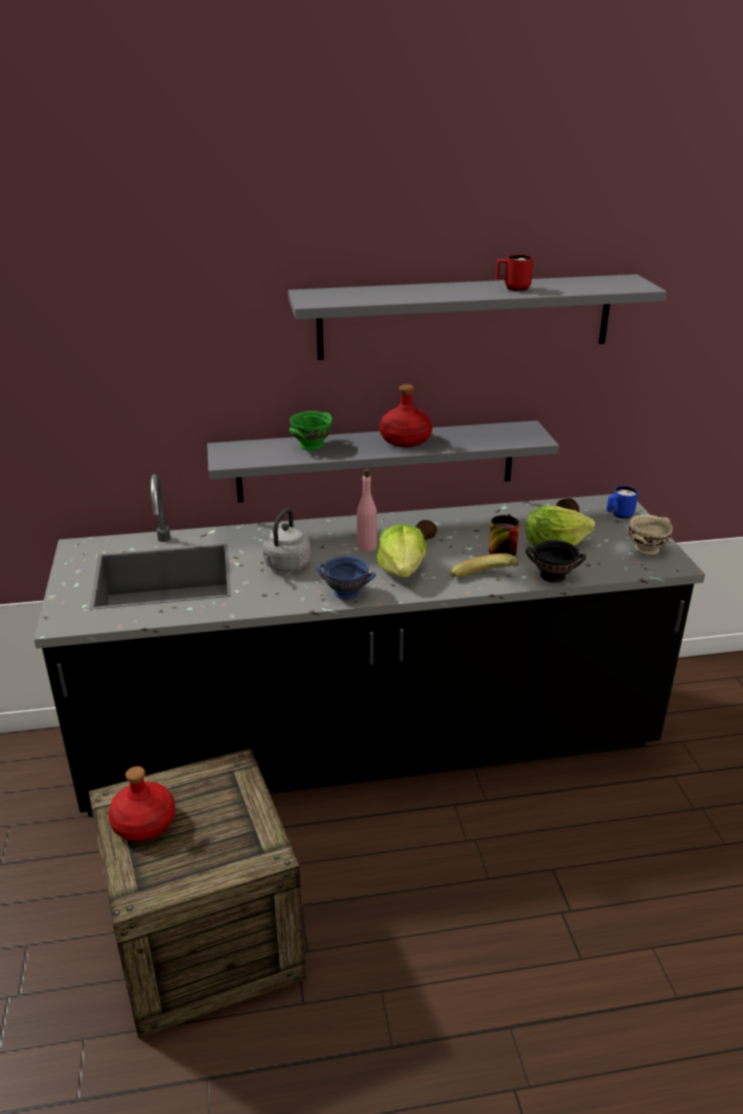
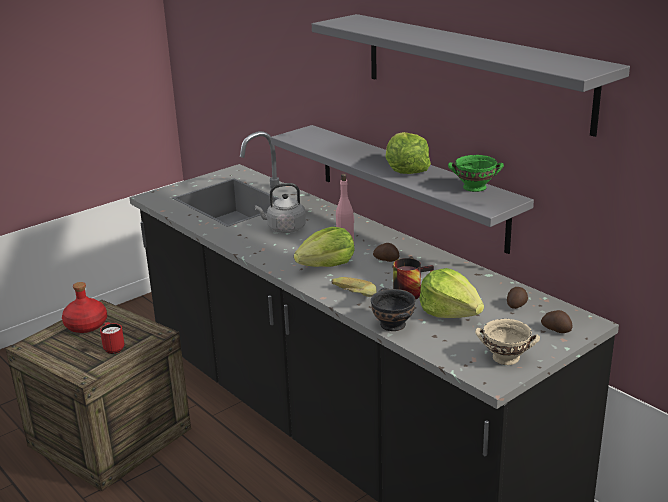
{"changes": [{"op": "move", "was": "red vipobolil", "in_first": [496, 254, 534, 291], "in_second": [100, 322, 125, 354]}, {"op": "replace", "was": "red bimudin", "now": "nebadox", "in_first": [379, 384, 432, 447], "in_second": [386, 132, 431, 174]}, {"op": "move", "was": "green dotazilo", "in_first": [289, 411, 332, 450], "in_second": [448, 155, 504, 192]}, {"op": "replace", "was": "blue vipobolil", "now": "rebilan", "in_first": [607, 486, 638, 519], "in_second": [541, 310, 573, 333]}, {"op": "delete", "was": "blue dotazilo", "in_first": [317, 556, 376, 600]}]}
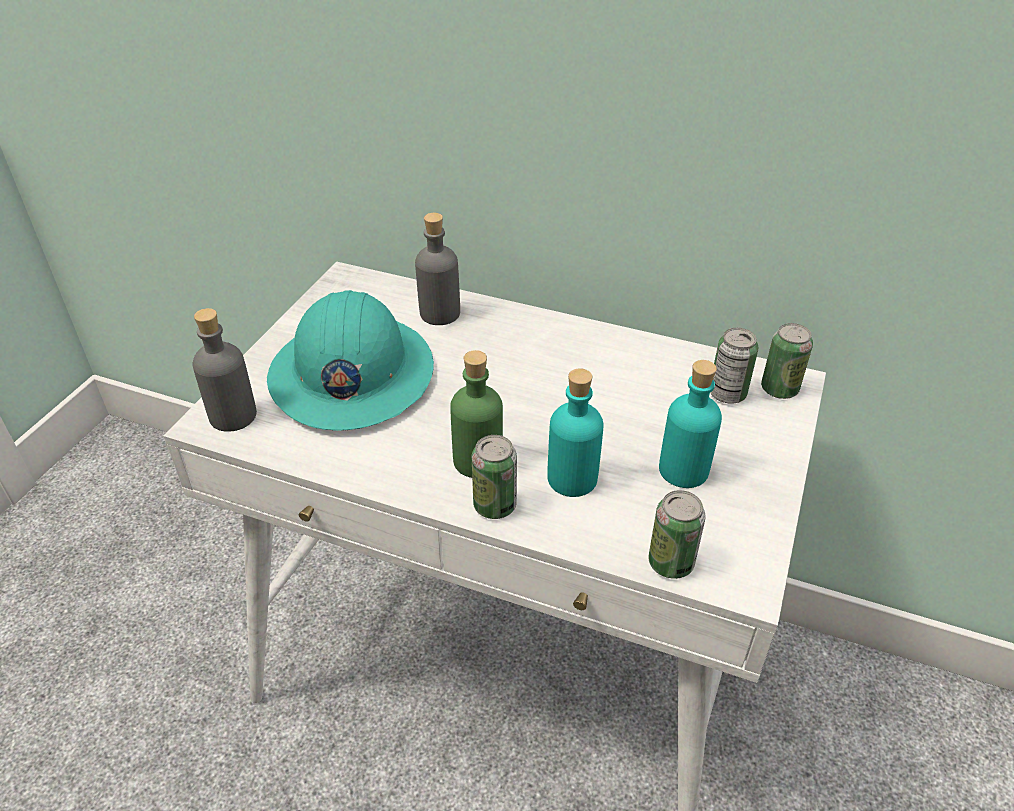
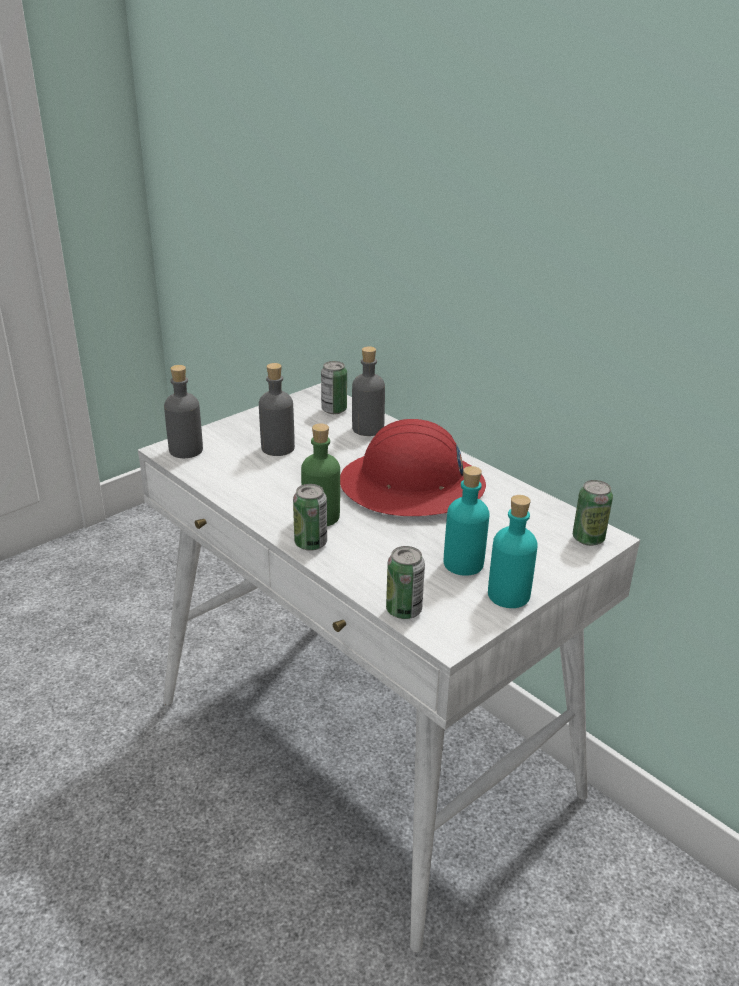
{"changes": [{"op": "replace", "was": "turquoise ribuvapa", "now": "grey bimudin", "in_first": [267, 290, 434, 431], "in_second": [259, 363, 295, 456]}, {"op": "move", "was": "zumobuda", "in_first": [710, 328, 758, 404], "in_second": [321, 361, 347, 414]}, {"op": "insert", "now": "red ribuvapa", "in_second": [340, 419, 486, 516]}, {"op": "move", "was": "turquoise bimudin", "in_first": [547, 368, 604, 497], "in_second": [488, 495, 538, 608]}]}
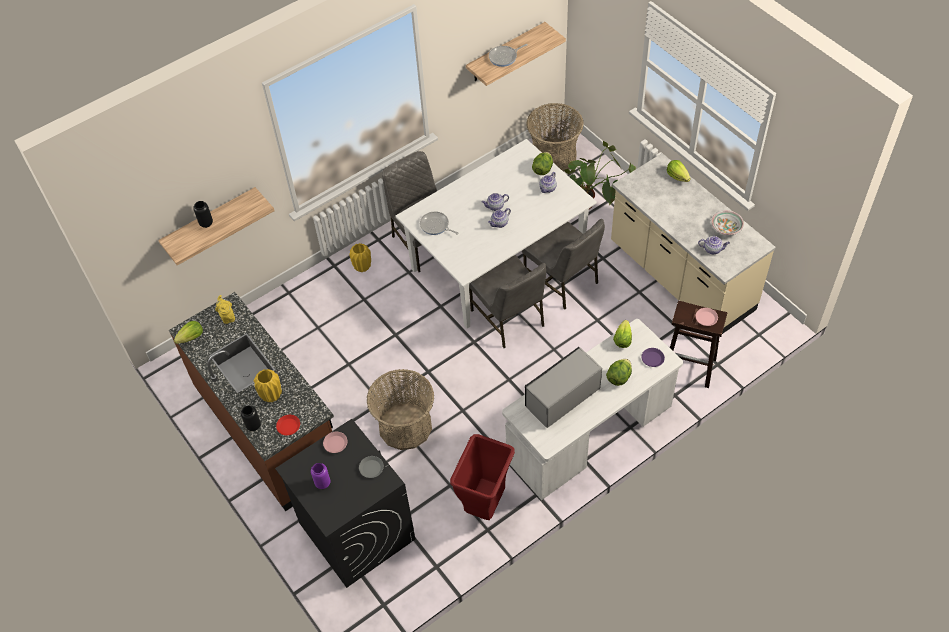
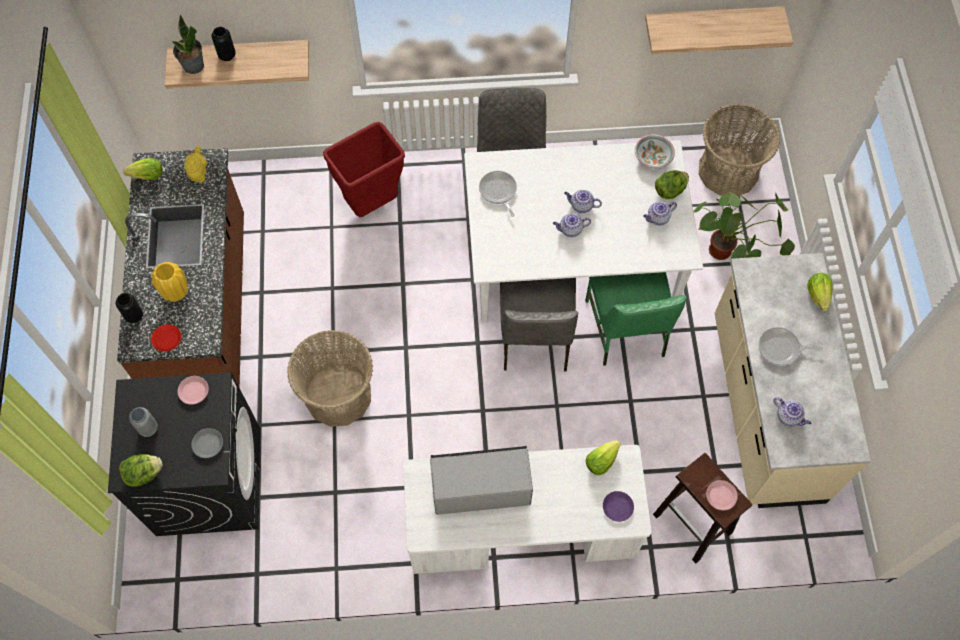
{"changes": [{"op": "move", "was": "nebadox", "in_first": [606, 359, 632, 386], "in_second": [119, 454, 163, 487]}, {"op": "recolor", "was": "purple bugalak", "now": "grey bugalak", "in_first": [311, 463, 330, 489], "in_second": [129, 407, 158, 437]}, {"op": "insert", "now": "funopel", "in_second": [172, 15, 204, 74]}, {"op": "move", "was": "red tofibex", "in_first": [450, 434, 515, 520], "in_second": [323, 122, 405, 217]}, {"op": "recolor", "was": "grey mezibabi", "now": "green mezibabi", "in_first": [522, 219, 605, 309], "in_second": [585, 272, 687, 366]}, {"op": "move", "was": "dotazilo", "in_first": [711, 210, 744, 235], "in_second": [635, 135, 675, 168]}, {"op": "move", "was": "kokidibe", "in_first": [489, 44, 528, 67], "in_second": [759, 327, 823, 366]}, {"op": "delete", "was": "yellow bugalak", "in_first": [349, 243, 371, 272]}]}
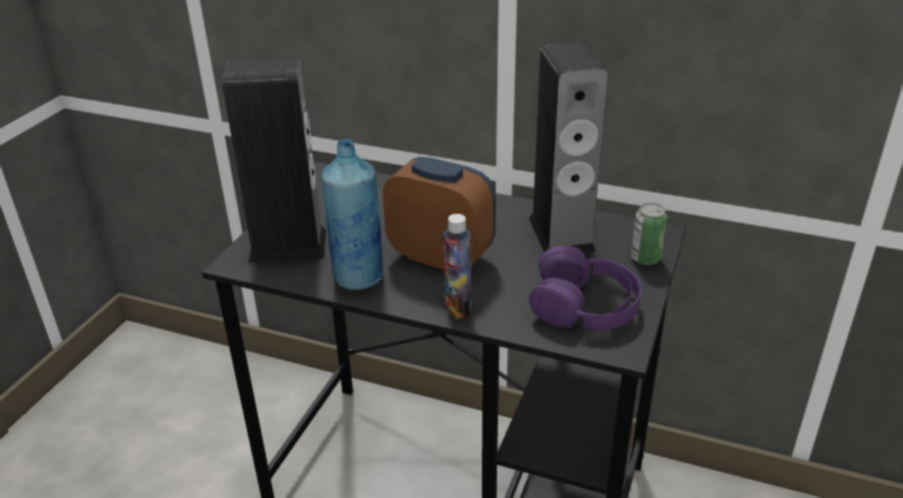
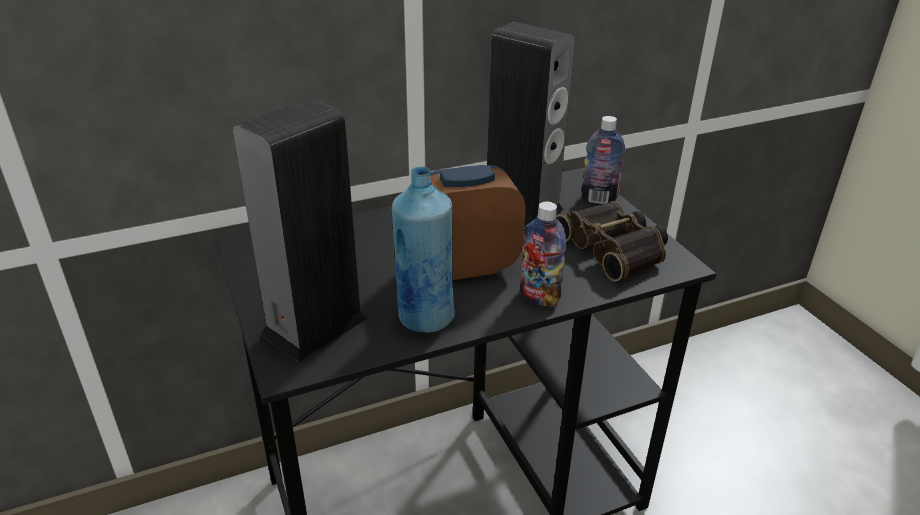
{"changes": [{"op": "replace", "was": "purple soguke", "now": "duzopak", "in_first": [529, 246, 641, 330], "in_second": [557, 201, 668, 282]}, {"op": "replace", "was": "zumobuda", "now": "bimudin", "in_first": [631, 203, 667, 265], "in_second": [581, 116, 625, 204]}]}
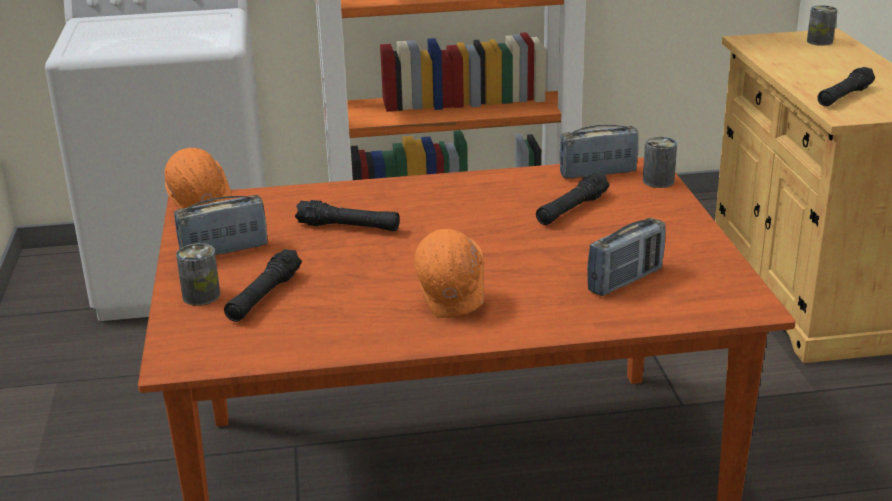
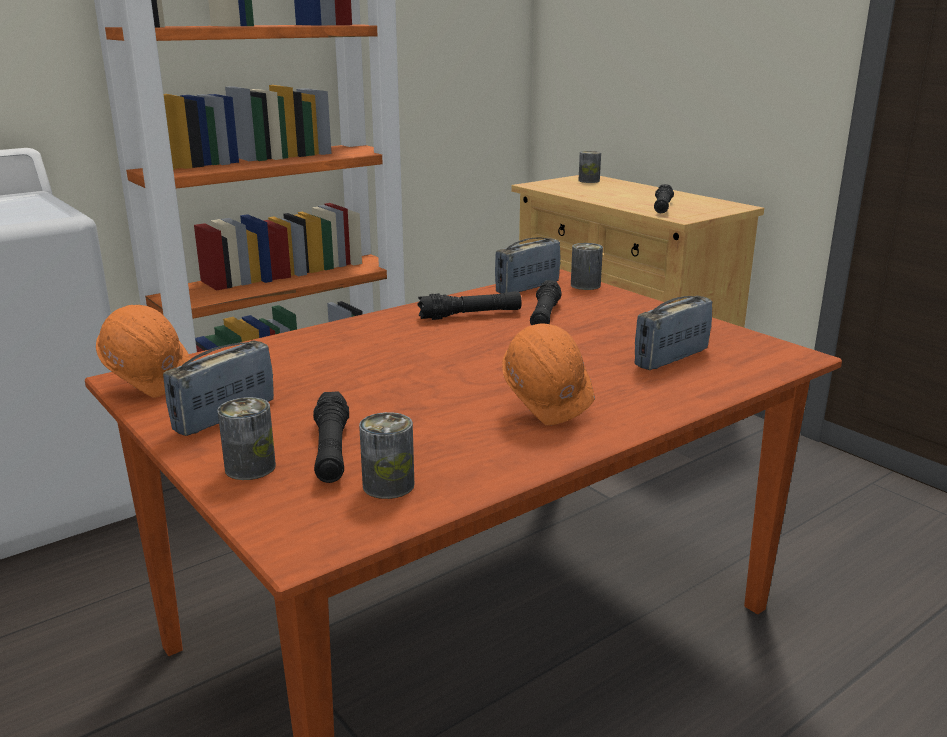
{"changes": [{"op": "insert", "now": "zumobuda", "in_second": [359, 412, 414, 499]}, {"op": "move", "was": "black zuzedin", "in_first": [295, 200, 400, 231], "in_second": [418, 291, 522, 320]}, {"op": "rotate", "was": "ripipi", "in_first": [587, 218, 666, 296], "in_second": [635, 296, 712, 370], "clockwise": -150}]}
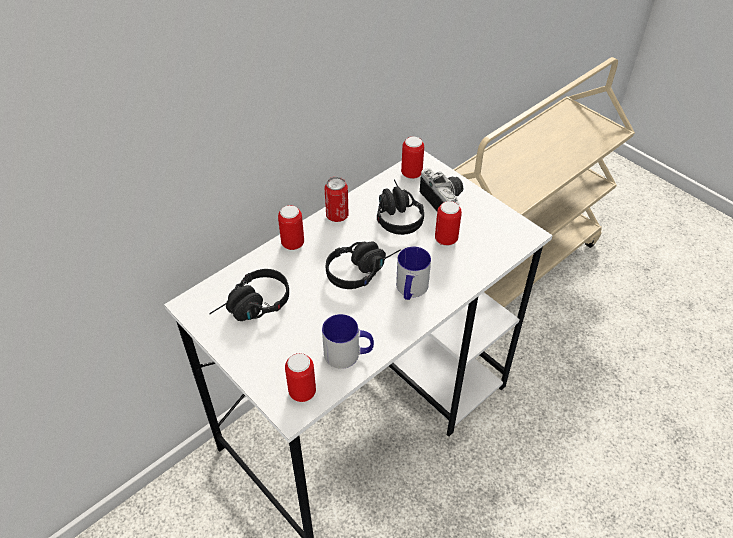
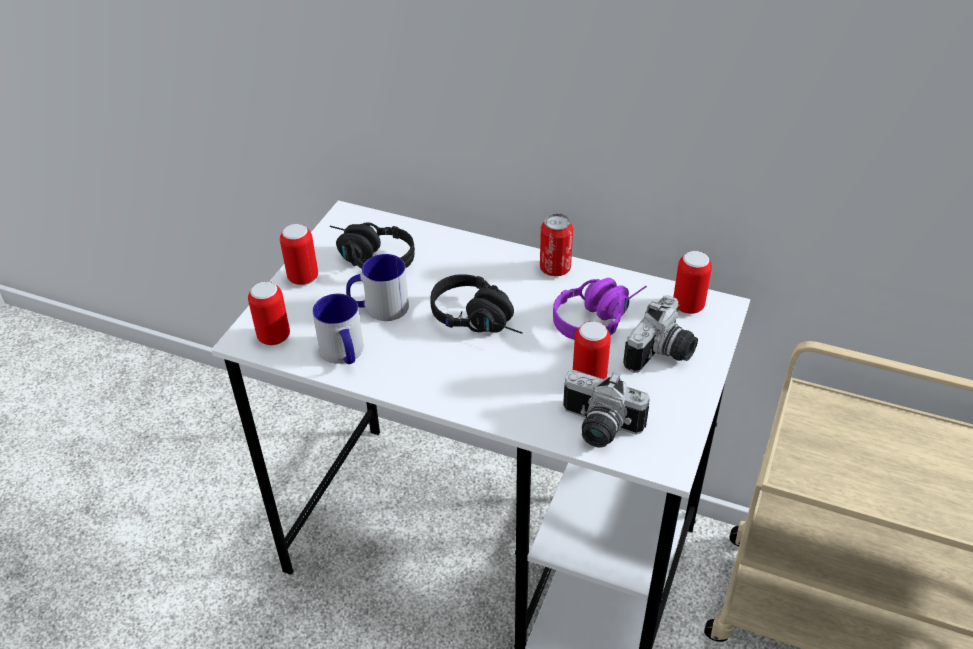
{"changes": [{"op": "move", "was": "zumobuda", "in_first": [278, 205, 304, 250], "in_second": [280, 224, 318, 285]}, {"op": "move", "was": "vipobolil", "in_first": [396, 246, 431, 300], "in_second": [346, 254, 409, 321]}, {"op": "recolor", "was": "black soguke", "now": "purple soguke", "in_first": [377, 179, 424, 235], "in_second": [553, 278, 647, 340]}, {"op": "insert", "now": "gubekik", "in_second": [563, 370, 650, 448]}]}
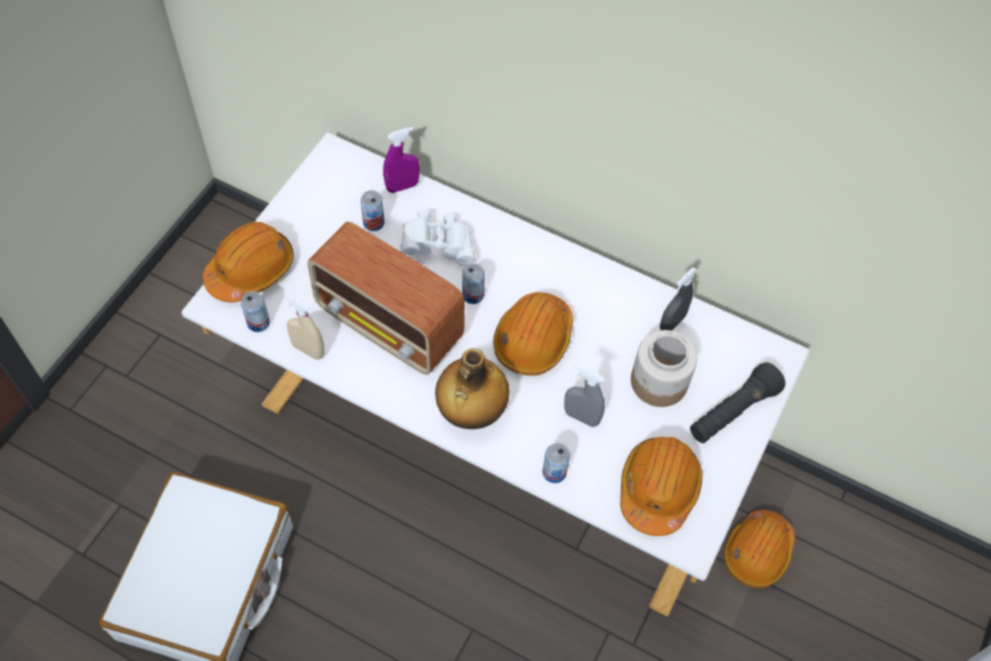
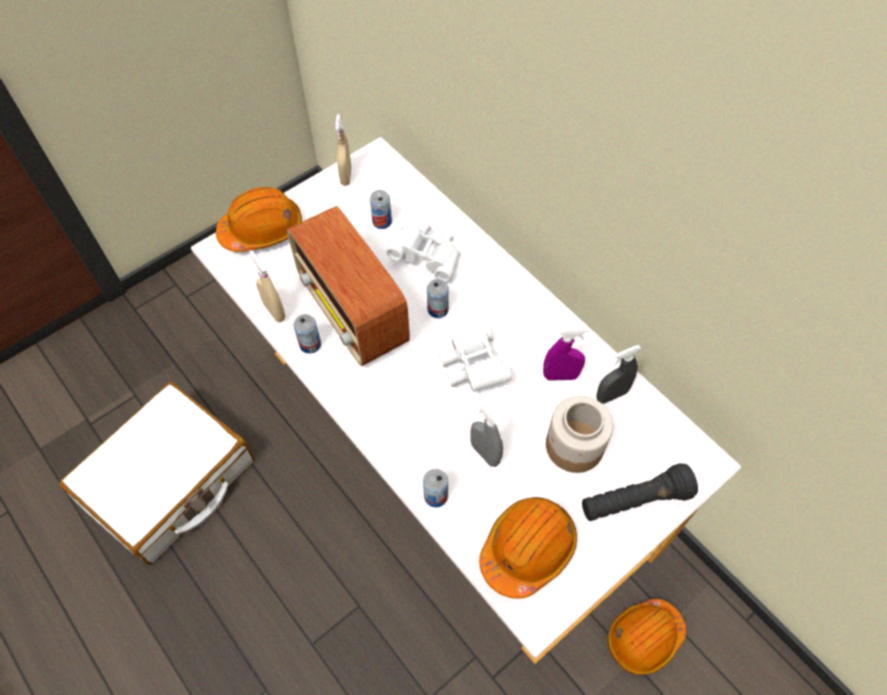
{"changes": [{"op": "move", "was": "zumobuda", "in_first": [241, 291, 270, 332], "in_second": [293, 314, 321, 354]}, {"op": "insert", "now": "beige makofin", "in_second": [335, 114, 351, 186]}, {"op": "replace", "was": "orange ribuvapa", "now": "white duzopak", "in_first": [493, 292, 573, 376], "in_second": [439, 323, 512, 392]}, {"op": "move", "was": "purple makofin", "in_first": [383, 127, 420, 193], "in_second": [543, 327, 589, 380]}, {"op": "delete", "was": "bimudin", "in_first": [435, 348, 509, 429]}]}
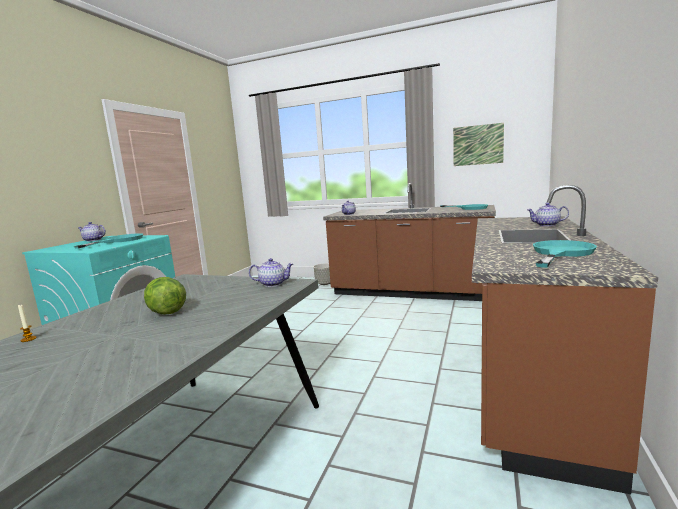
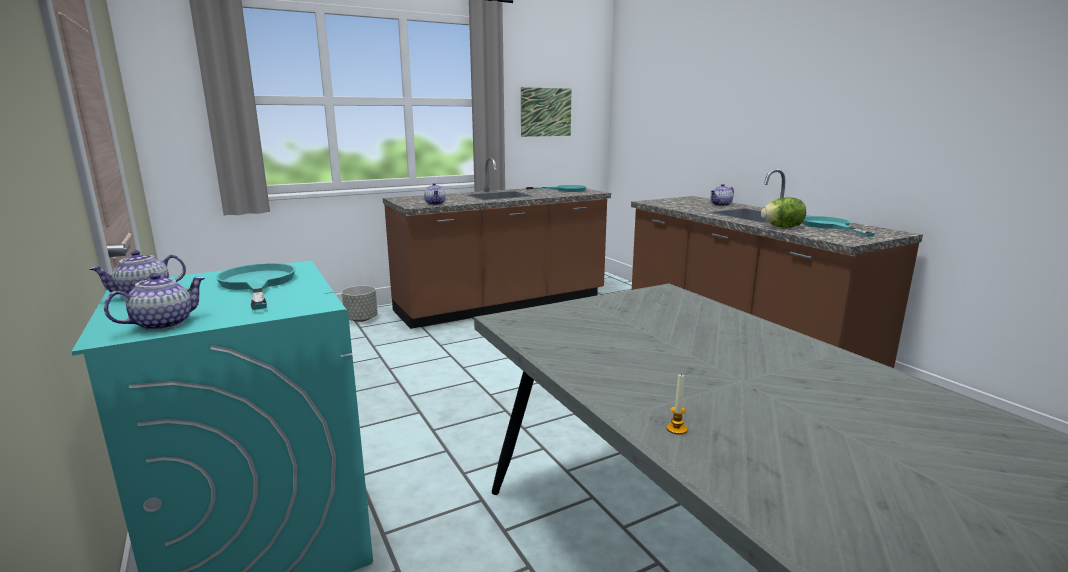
{"changes": [{"op": "move", "was": "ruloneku", "in_first": [249, 258, 294, 287], "in_second": [104, 273, 205, 331]}, {"op": "move", "was": "nebadox", "in_first": [144, 277, 186, 314], "in_second": [761, 197, 806, 228]}]}
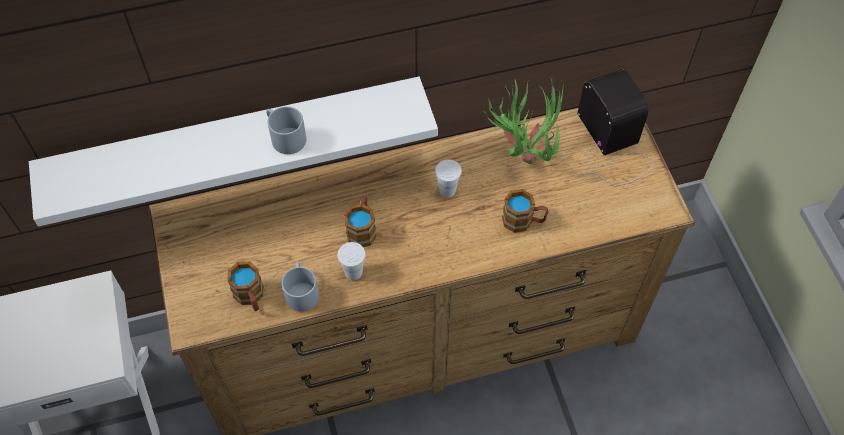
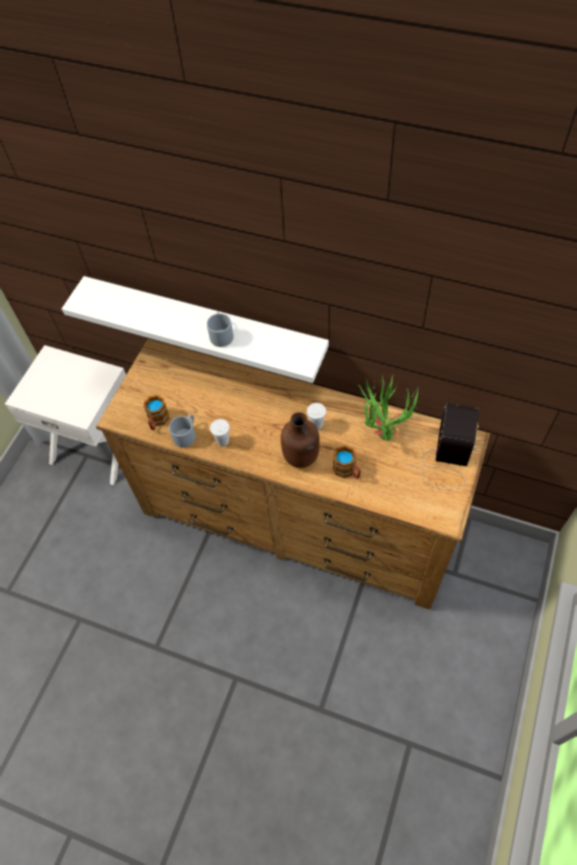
{"changes": [{"op": "insert", "now": "brown bimudin", "in_second": [281, 412, 320, 468]}, {"op": "delete", "was": "vipobolil", "in_first": [344, 196, 377, 247]}]}
